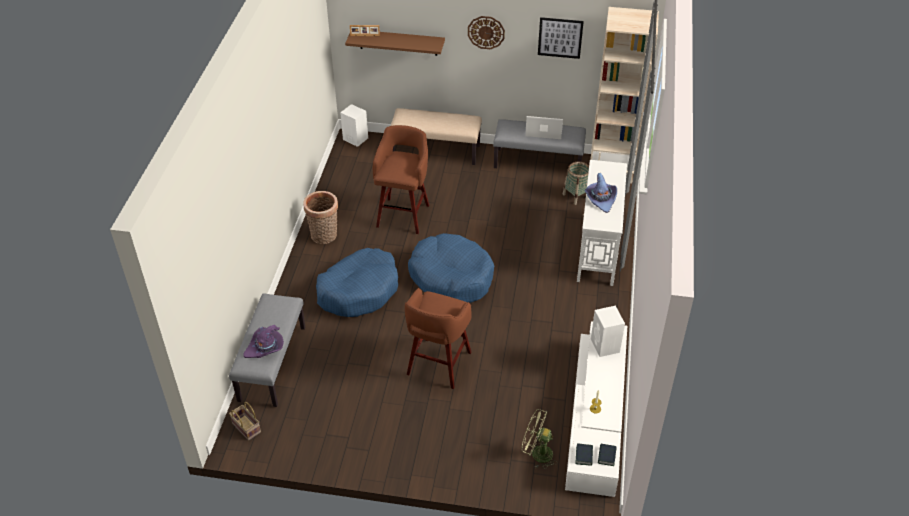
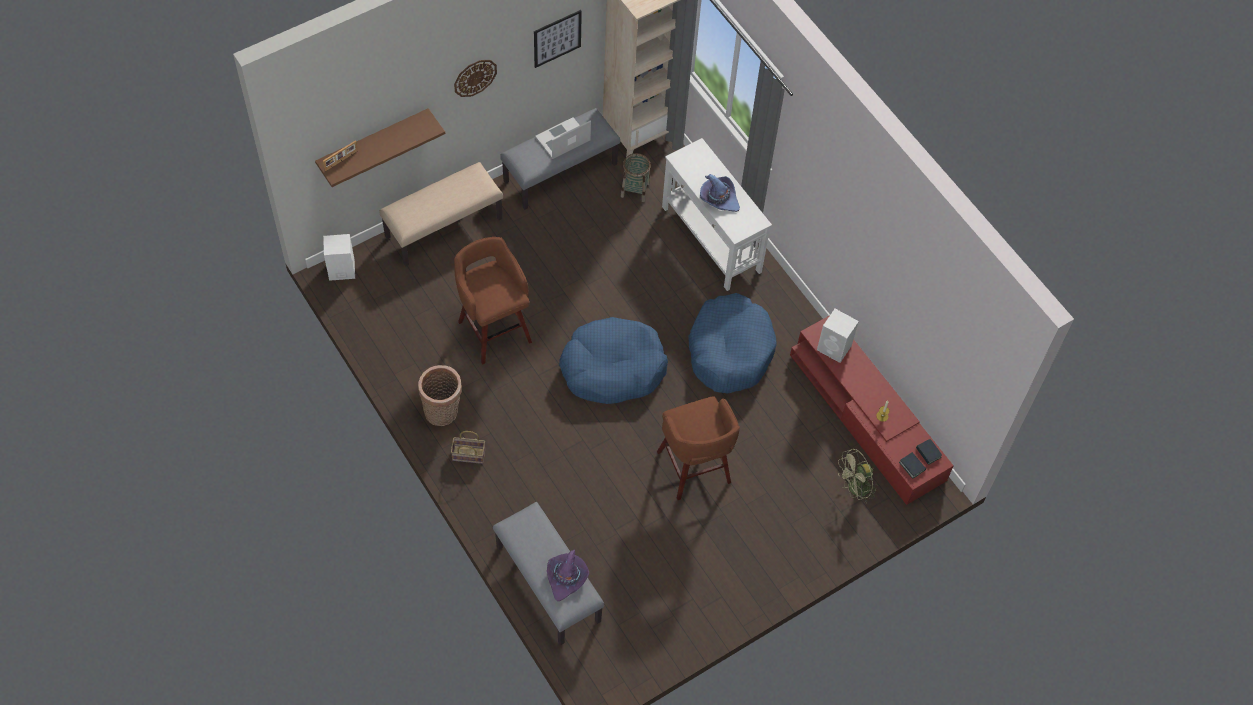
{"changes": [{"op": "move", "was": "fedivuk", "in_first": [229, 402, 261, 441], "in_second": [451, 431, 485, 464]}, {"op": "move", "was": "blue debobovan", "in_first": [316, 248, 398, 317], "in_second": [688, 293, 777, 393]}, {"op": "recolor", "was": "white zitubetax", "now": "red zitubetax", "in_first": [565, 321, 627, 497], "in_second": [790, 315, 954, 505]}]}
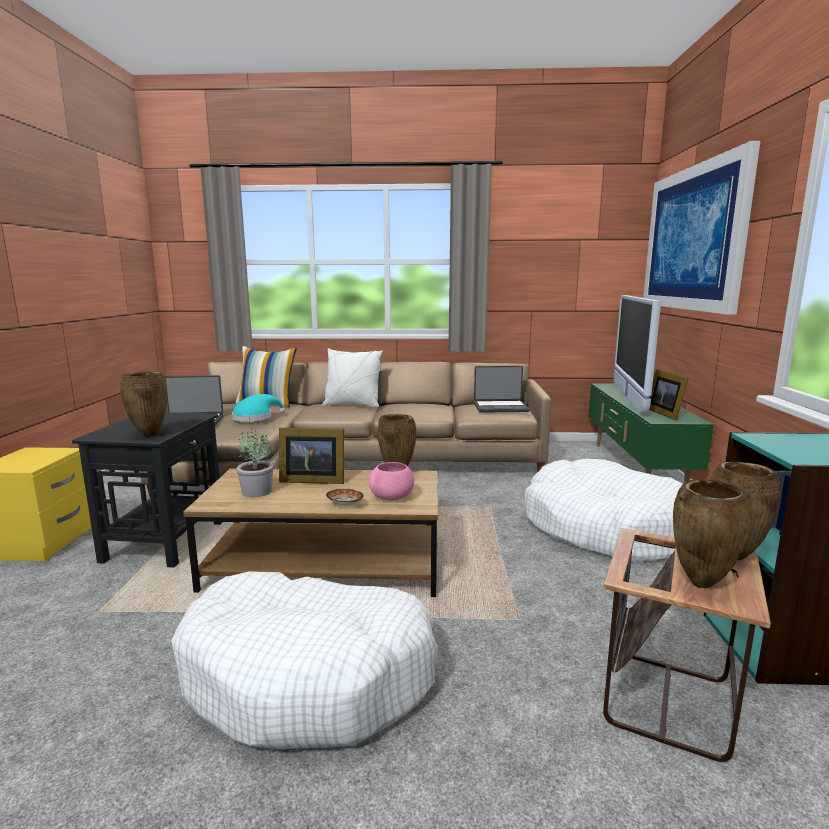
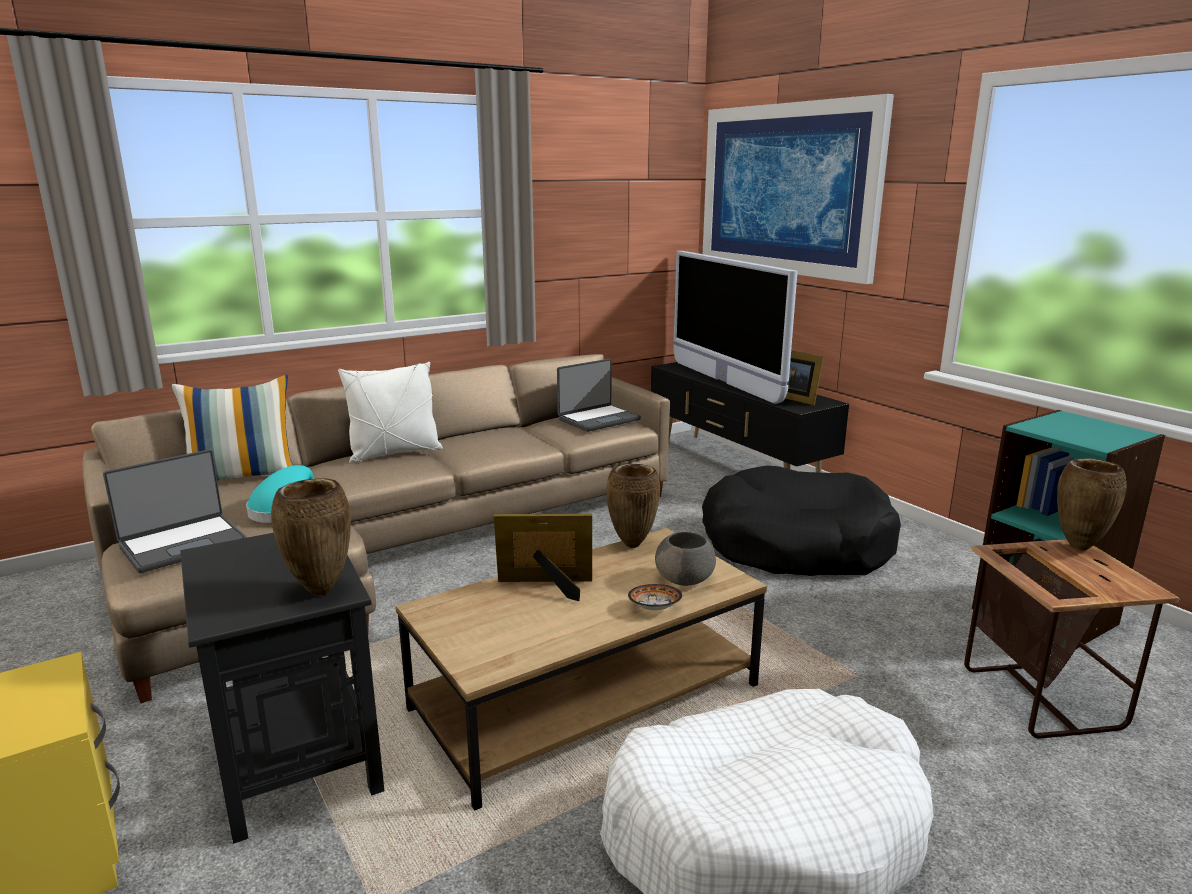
{"changes": [{"op": "rotate", "was": "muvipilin", "in_first": [279, 428, 344, 484], "in_second": [494, 514, 592, 601], "clockwise": -150}, {"op": "recolor", "was": "green zitubetax", "now": "black zitubetax", "in_first": [589, 383, 714, 483], "in_second": [651, 362, 849, 473]}, {"op": "recolor", "was": "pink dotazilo", "now": "grey dotazilo", "in_first": [369, 462, 414, 501], "in_second": [655, 532, 716, 586]}, {"op": "recolor", "was": "white debobovan", "now": "black debobovan", "in_first": [524, 459, 683, 563], "in_second": [702, 465, 901, 576]}, {"op": "delete", "was": "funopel", "in_first": [236, 427, 273, 497]}, {"op": "delete", "was": "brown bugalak", "in_first": [673, 480, 752, 588]}]}
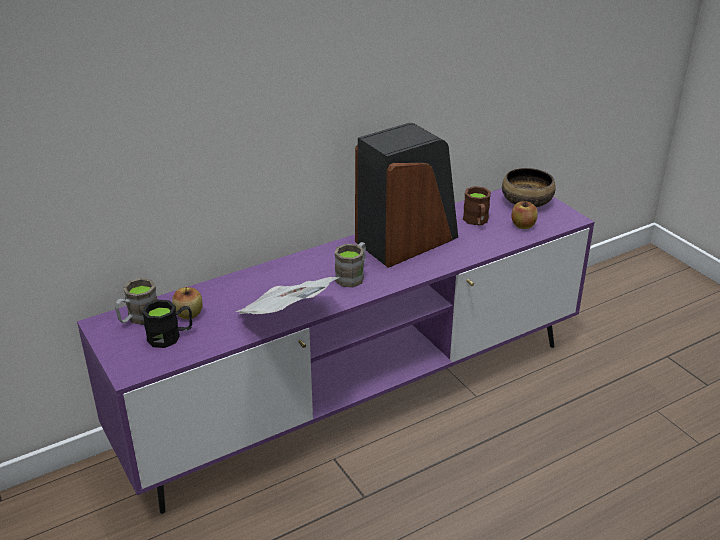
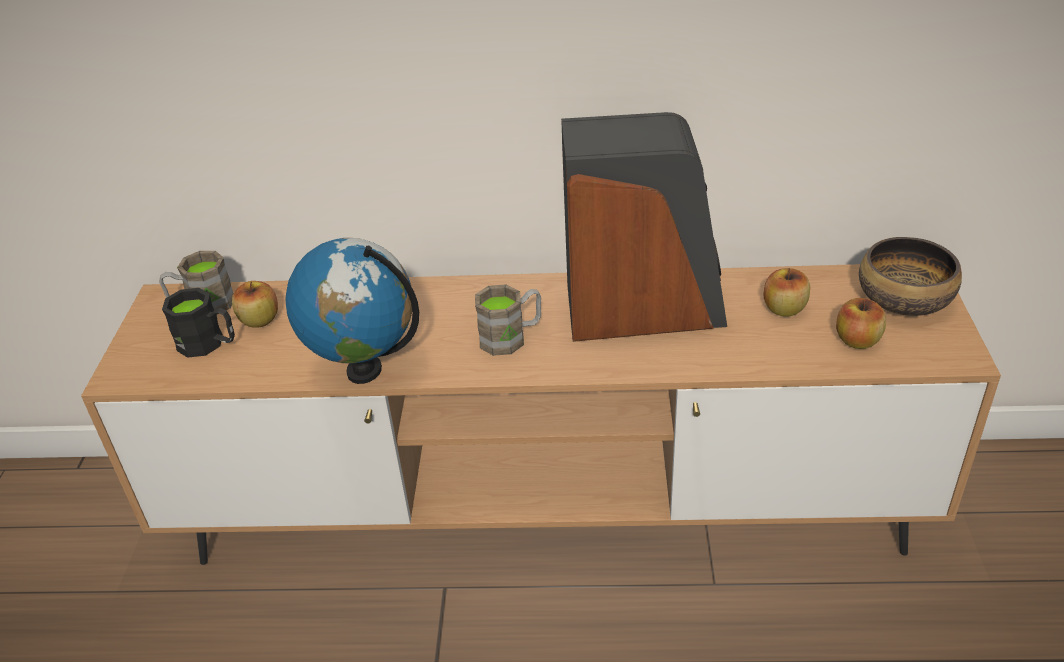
{"changes": [{"op": "recolor", "was": "purple zitubetax", "now": "brown zitubetax", "in_first": [77, 189, 594, 514], "in_second": [81, 264, 1001, 565]}, {"op": "replace", "was": "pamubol", "now": "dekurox", "in_first": [236, 277, 340, 314], "in_second": [285, 238, 419, 384]}, {"op": "replace", "was": "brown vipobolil", "now": "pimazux", "in_first": [463, 186, 491, 225], "in_second": [763, 268, 810, 317]}]}
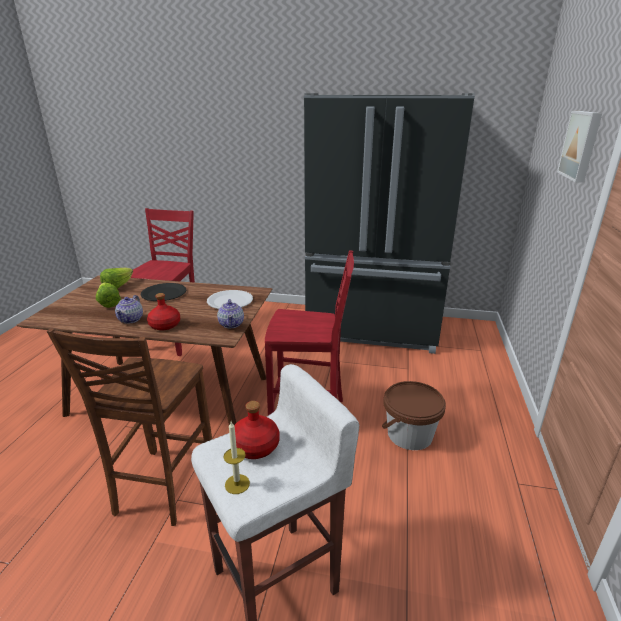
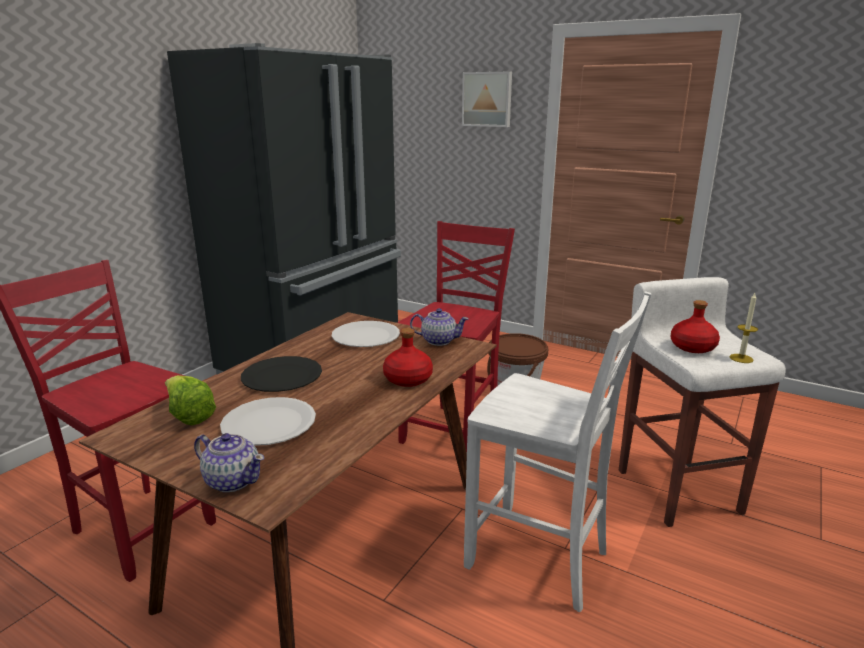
{"changes": [{"op": "move", "was": "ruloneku", "in_first": [115, 295, 143, 324], "in_second": [194, 433, 264, 492]}, {"op": "replace", "was": "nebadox", "now": "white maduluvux", "in_first": [96, 283, 121, 308], "in_second": [220, 397, 316, 446]}, {"op": "recolor", "was": "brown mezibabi", "now": "white mezibabi", "in_first": [47, 328, 212, 526], "in_second": [464, 291, 651, 612]}]}
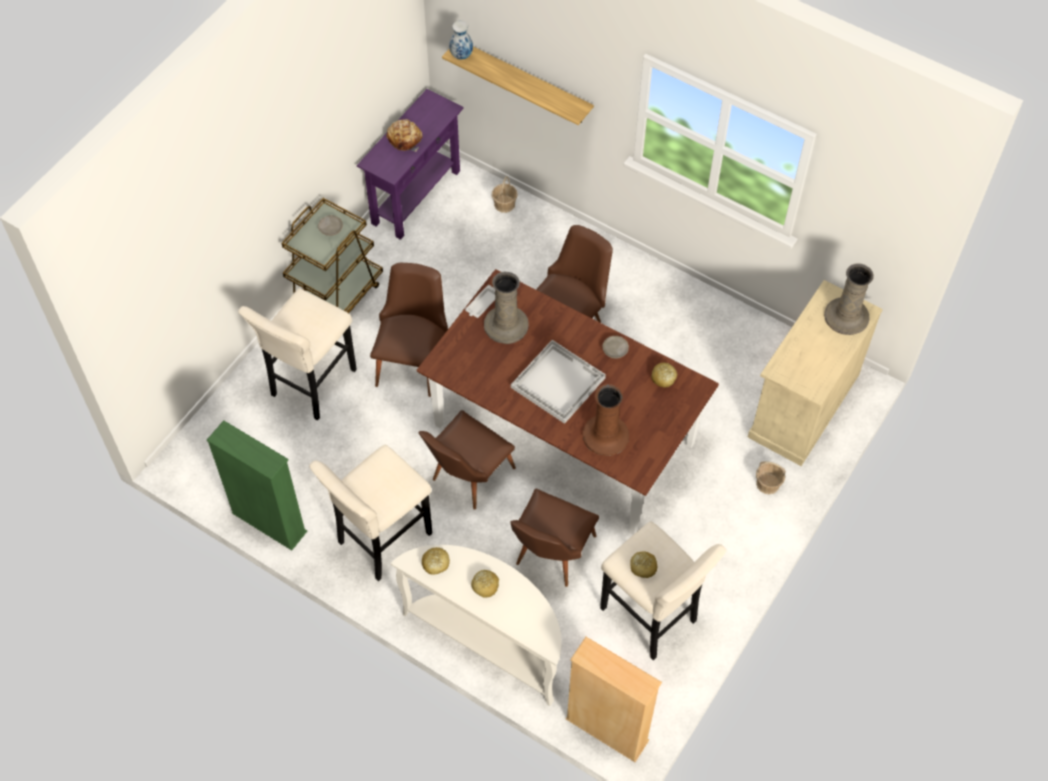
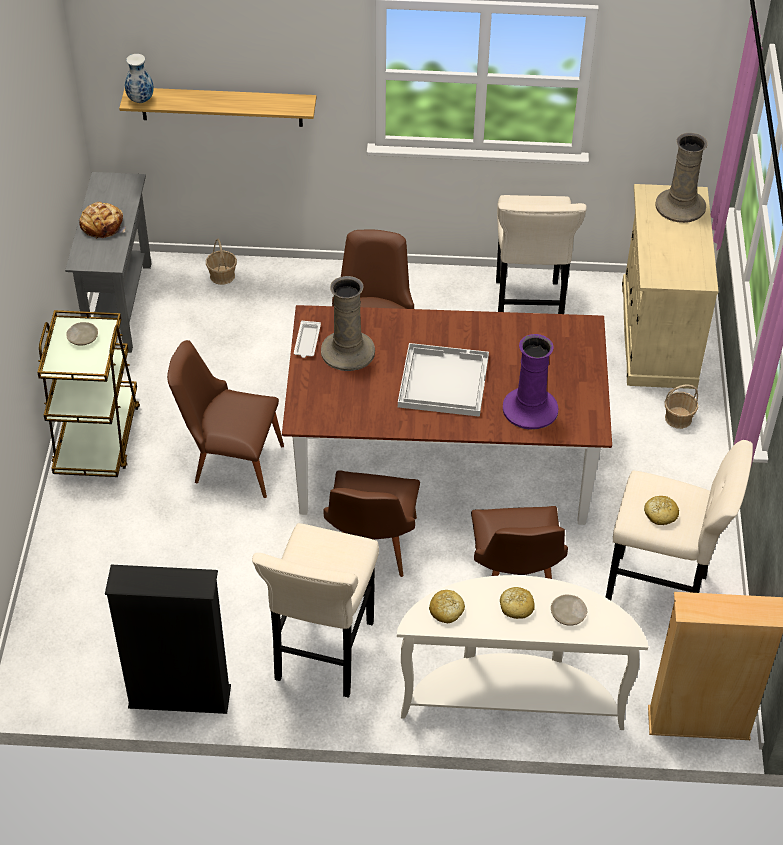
{"changes": [{"op": "recolor", "was": "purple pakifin", "now": "grey pakifin", "in_first": [357, 89, 464, 240], "in_second": [65, 172, 151, 353]}, {"op": "recolor", "was": "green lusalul", "now": "black lusalul", "in_first": [207, 420, 307, 550], "in_second": [105, 565, 231, 714]}, {"op": "rotate", "was": "brown mezibabi", "in_first": [370, 263, 448, 397], "in_second": [167, 340, 284, 498], "clockwise": -60}, {"op": "move", "was": "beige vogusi", "in_first": [238, 288, 357, 420], "in_second": [496, 195, 587, 314]}, {"op": "recolor", "was": "brown bugalak", "now": "purple bugalak", "in_first": [583, 384, 629, 456], "in_second": [503, 334, 558, 430]}, {"op": "move", "was": "beige maduluvux", "in_first": [602, 336, 629, 359], "in_second": [551, 595, 587, 626]}, {"op": "delete", "was": "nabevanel", "in_first": [651, 363, 677, 387]}]}
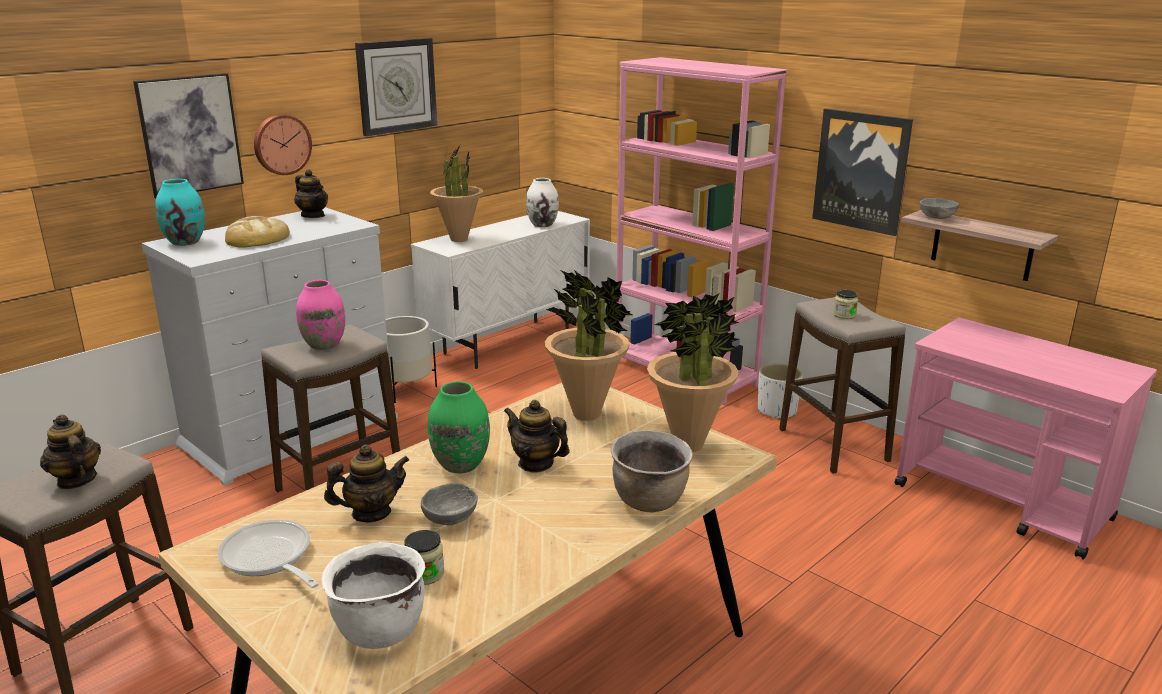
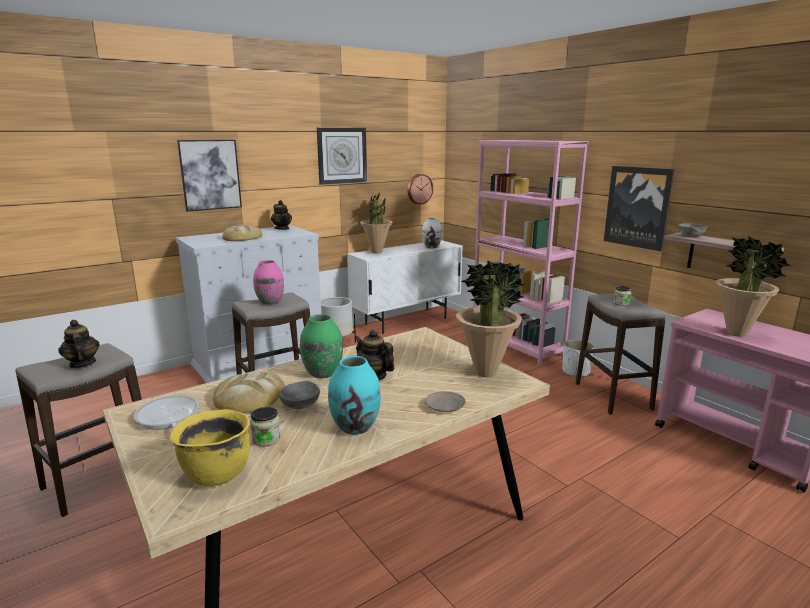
{"changes": [{"op": "recolor", "was": "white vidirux", "now": "yellow vidirux", "in_first": [321, 542, 425, 649], "in_second": [170, 409, 250, 486]}, {"op": "replace", "was": "ruloneku", "now": "nabevanel", "in_first": [324, 444, 409, 523], "in_second": [213, 371, 285, 413]}, {"op": "move", "was": "turquoise bugalak", "in_first": [155, 179, 205, 246], "in_second": [328, 356, 381, 435]}, {"op": "move", "was": "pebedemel", "in_first": [254, 114, 312, 175], "in_second": [407, 174, 433, 205]}, {"op": "replace", "was": "brown vidirux", "now": "beige maduluvux", "in_first": [611, 430, 693, 512], "in_second": [425, 391, 466, 412]}, {"op": "move", "was": "funopel", "in_first": [545, 270, 632, 421], "in_second": [715, 236, 791, 337]}]}
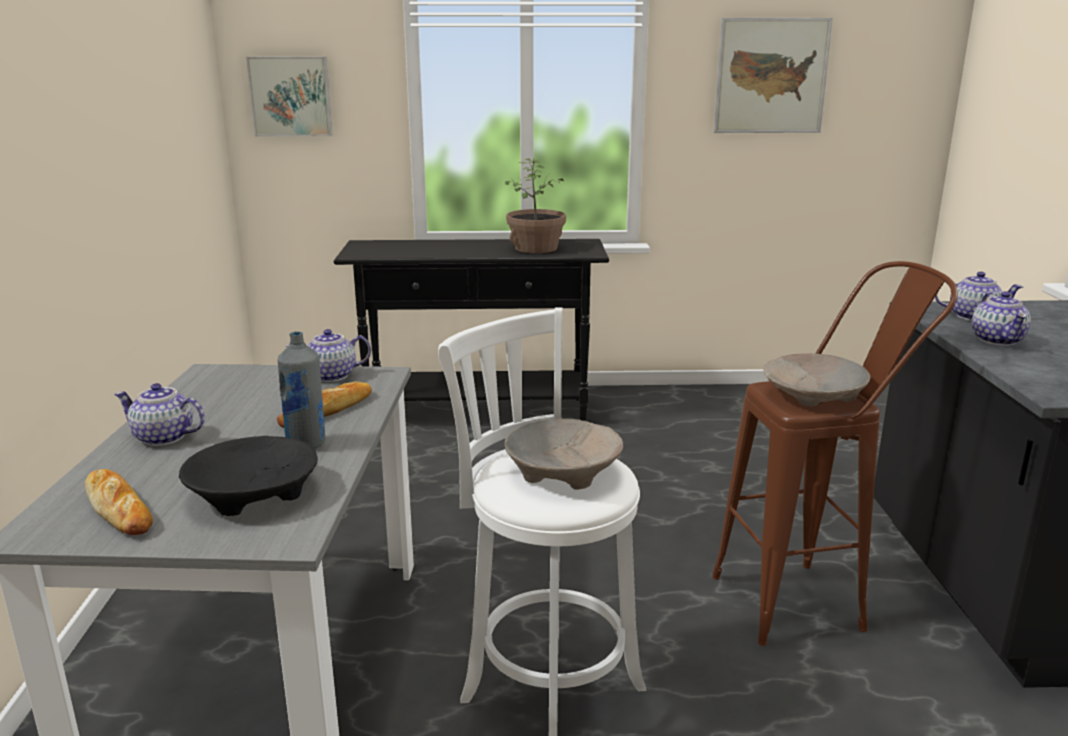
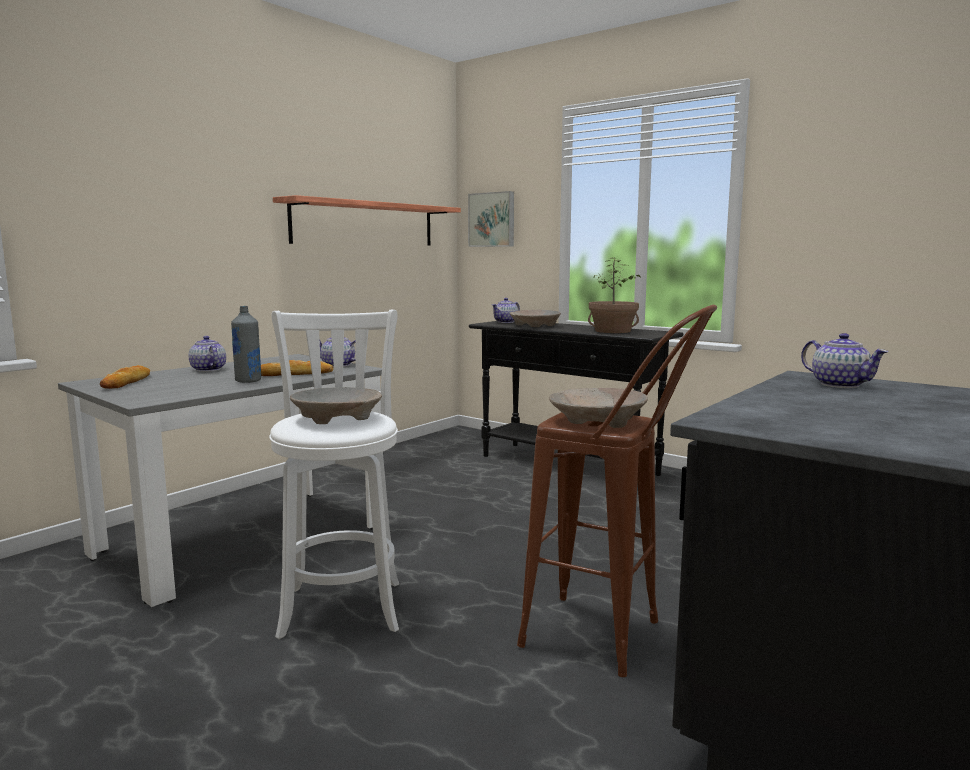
{"changes": [{"op": "insert", "now": "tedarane", "in_second": [273, 195, 461, 245]}, {"op": "move", "was": "ruloneku", "in_first": [972, 291, 1031, 346], "in_second": [492, 298, 520, 323]}, {"op": "insert", "now": "beige dotazilo", "in_second": [510, 310, 561, 327]}, {"op": "delete", "was": "black dotazilo", "in_first": [178, 436, 318, 516]}, {"op": "delete", "was": "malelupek", "in_first": [713, 18, 833, 133]}]}
